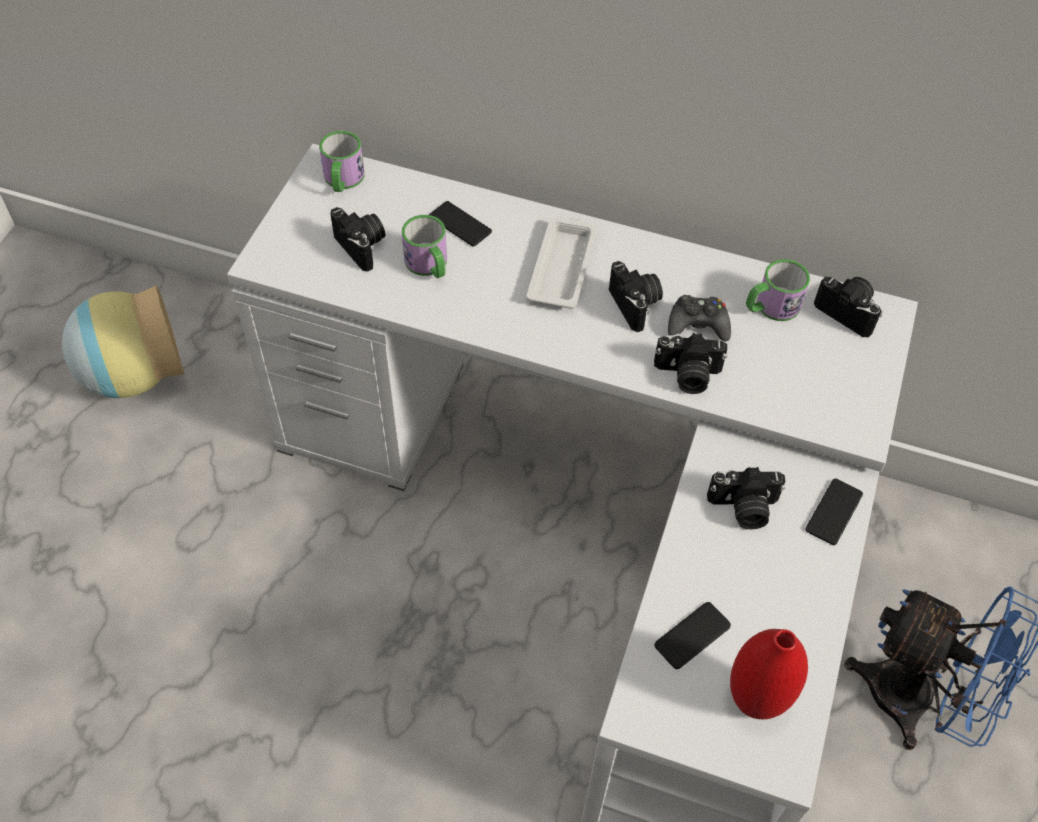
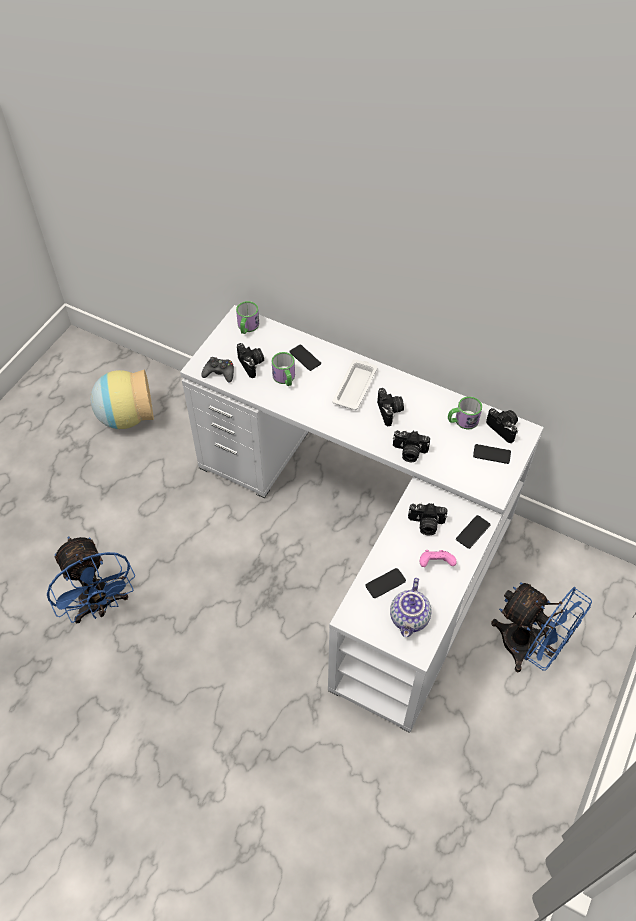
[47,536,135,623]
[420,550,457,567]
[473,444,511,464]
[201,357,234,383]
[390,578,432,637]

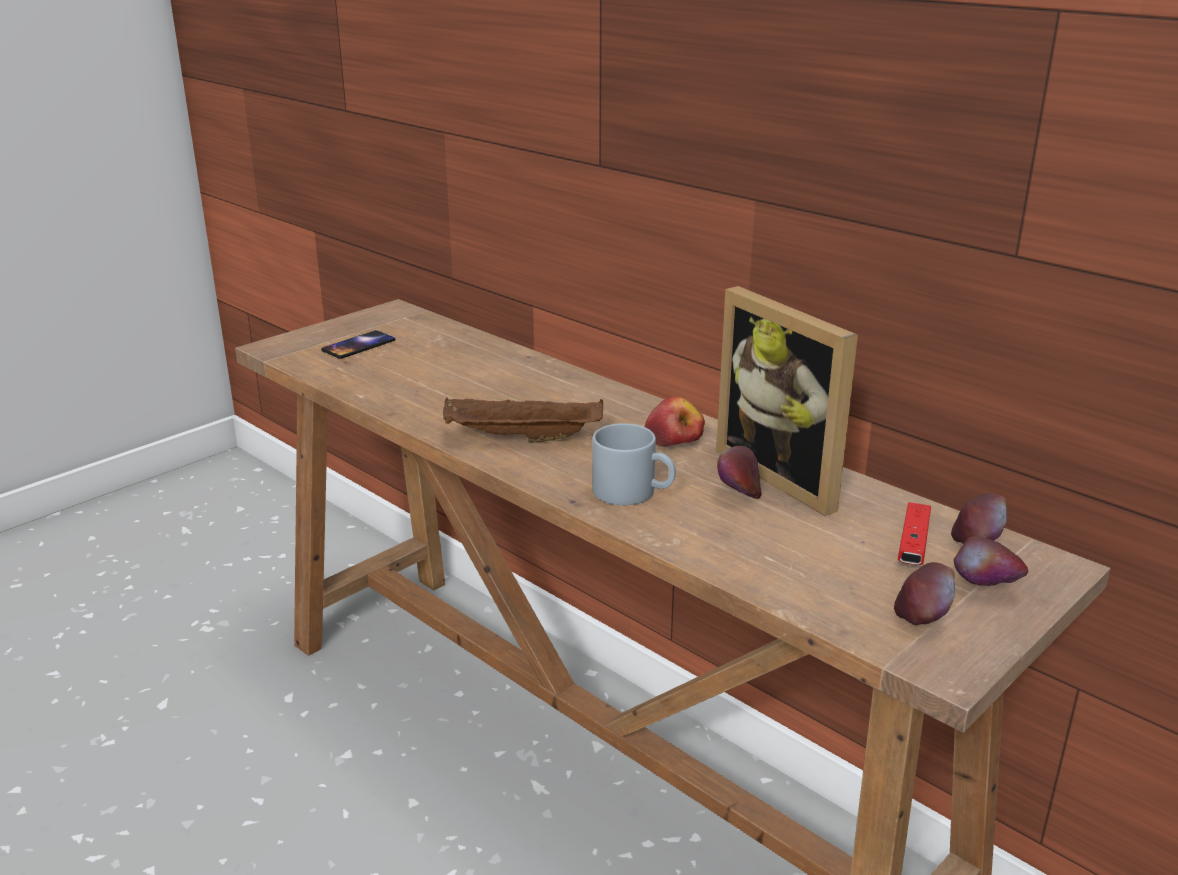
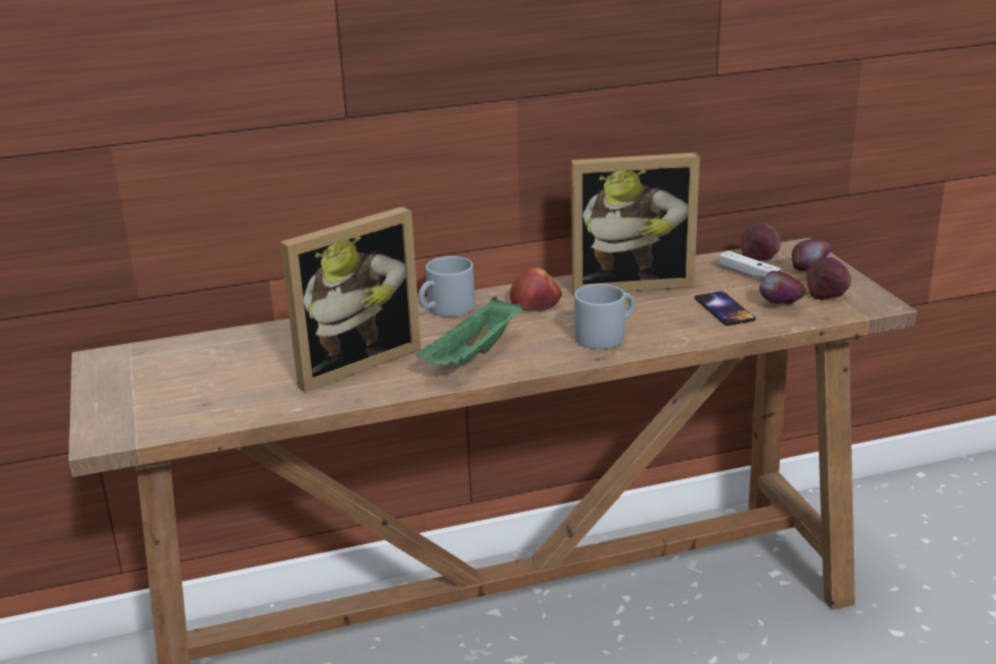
[280,206,421,393]
[418,256,475,317]
[694,291,756,326]
[759,271,806,304]
[416,297,523,366]
[718,251,781,279]

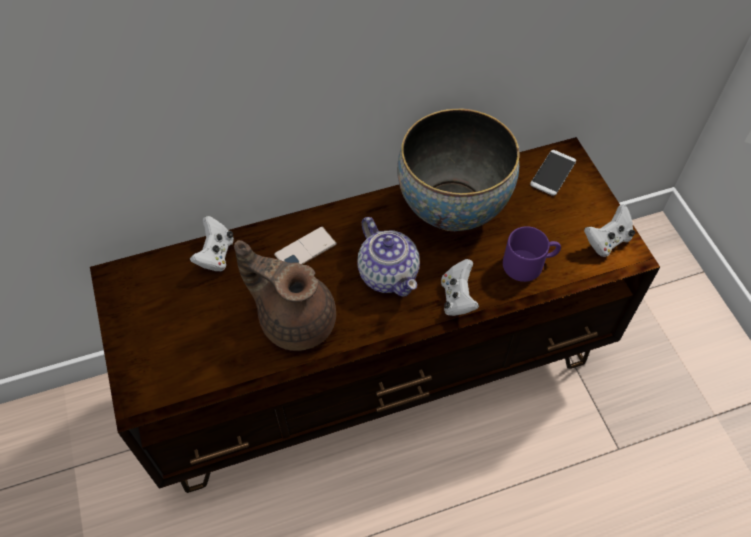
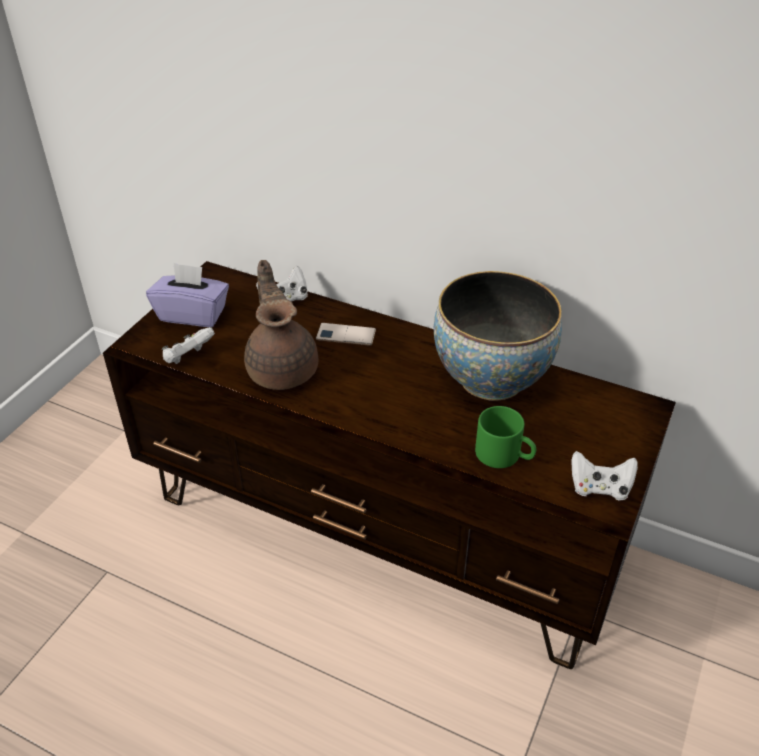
[357,217,420,297] (first image)
[530,150,576,196] (first image)
[146,263,229,327]
[162,327,215,364]
[475,406,536,468]

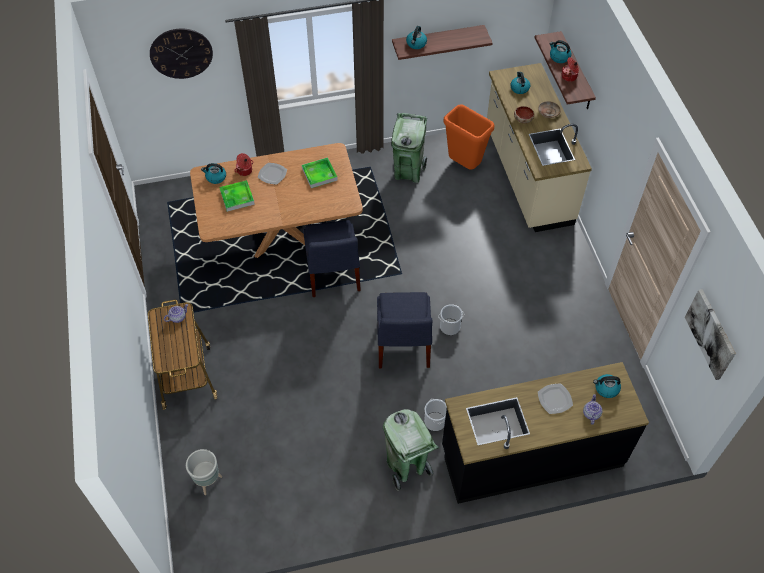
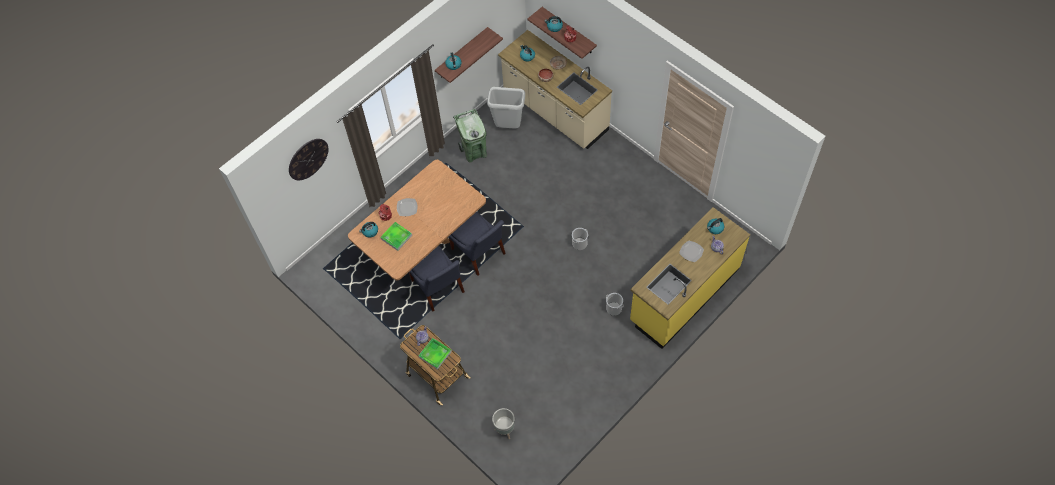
[383,409,439,491] (first image)
[685,289,736,380] (first image)
[418,338,452,370]
[409,246,465,311]
[630,207,750,349]
[487,87,525,129]

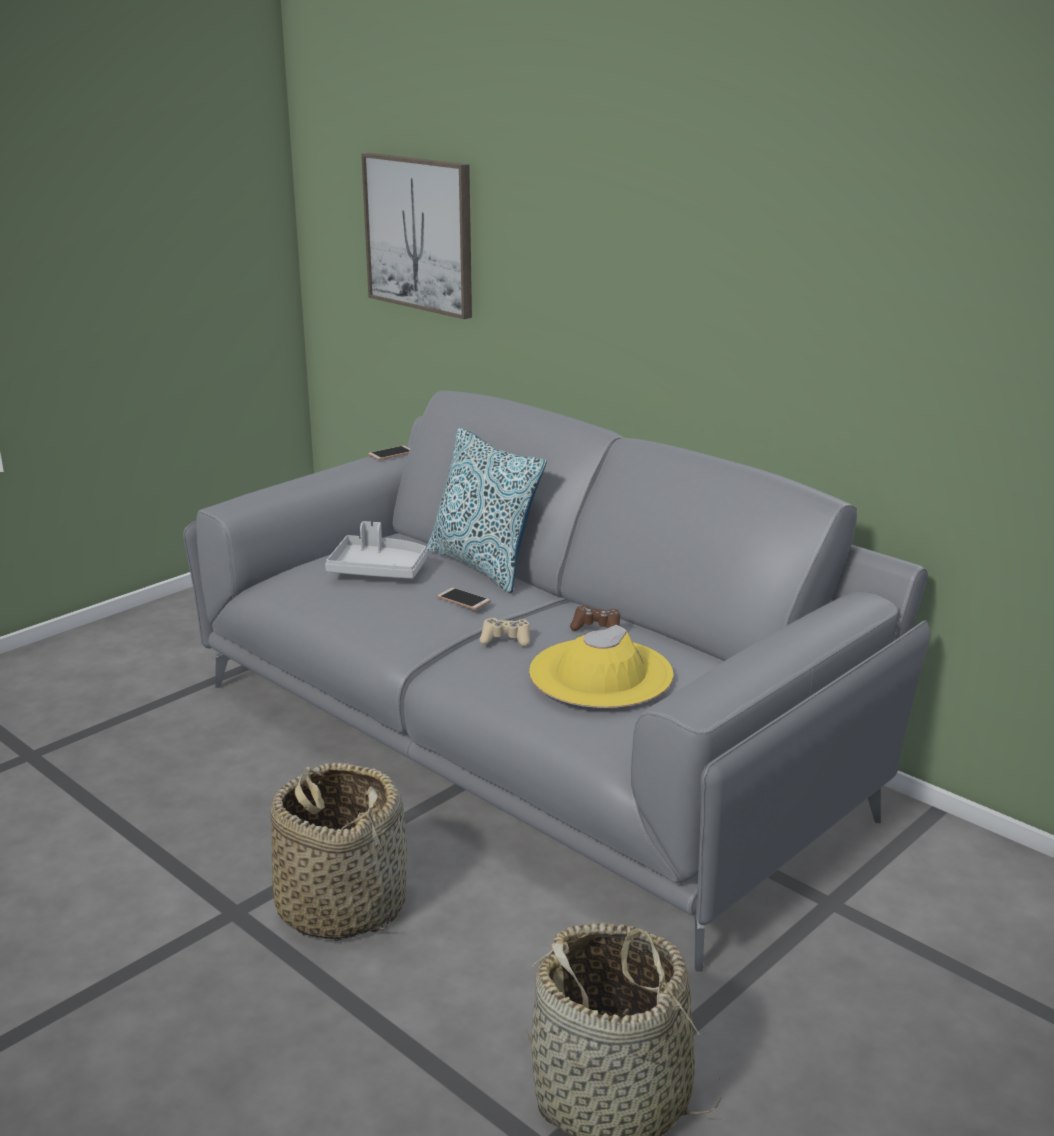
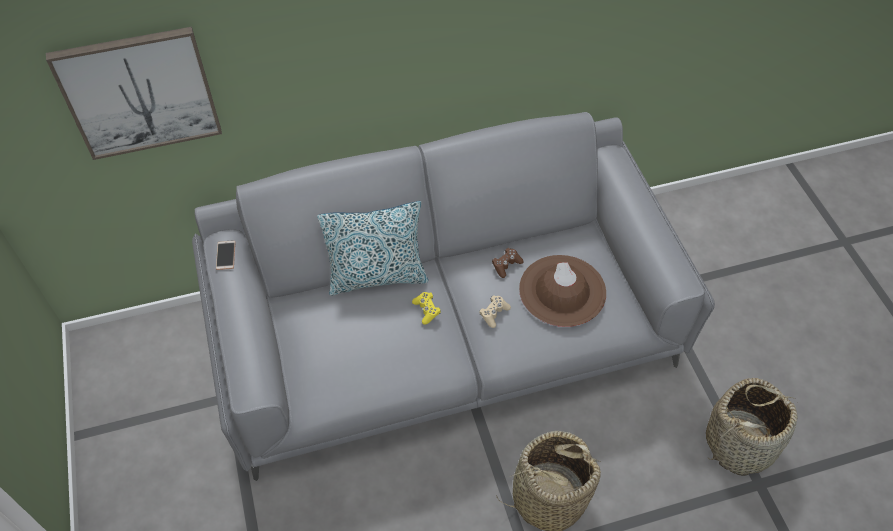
[325,521,428,579] (first image)
[412,292,441,325]
[519,255,606,327]

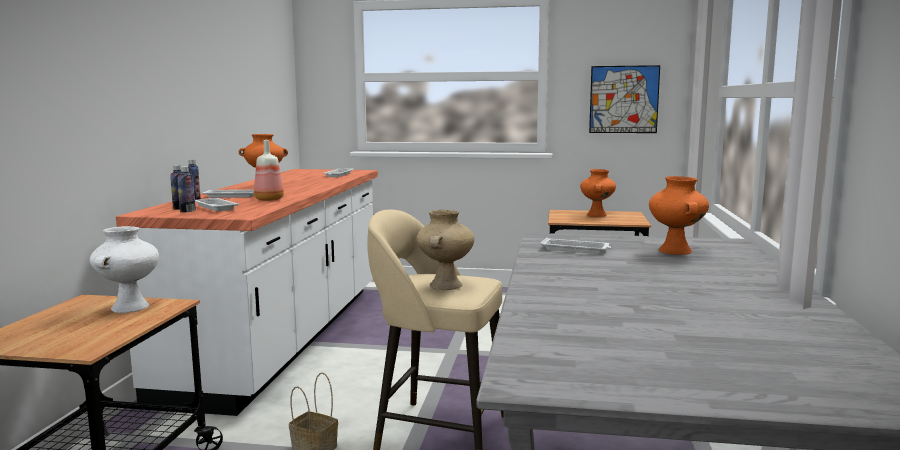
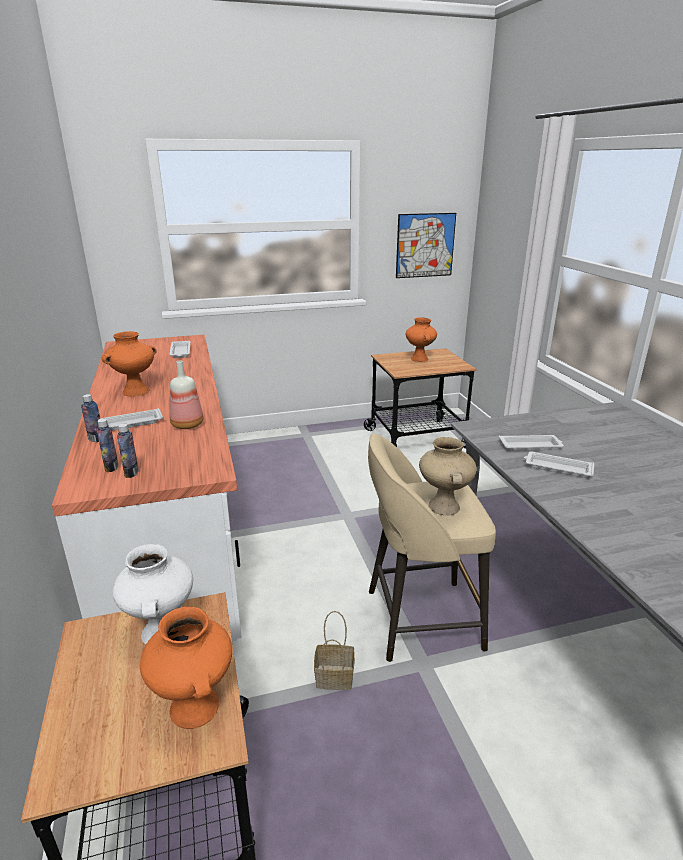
[524,451,595,478]
[140,607,232,729]

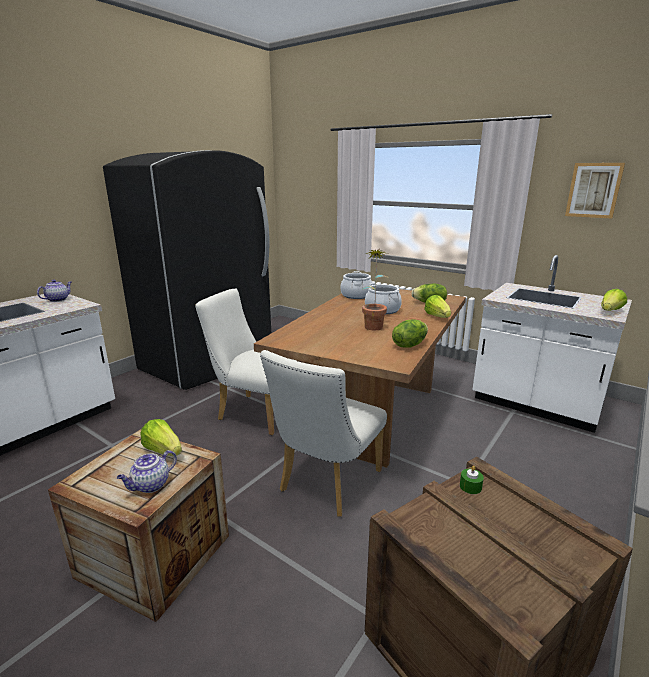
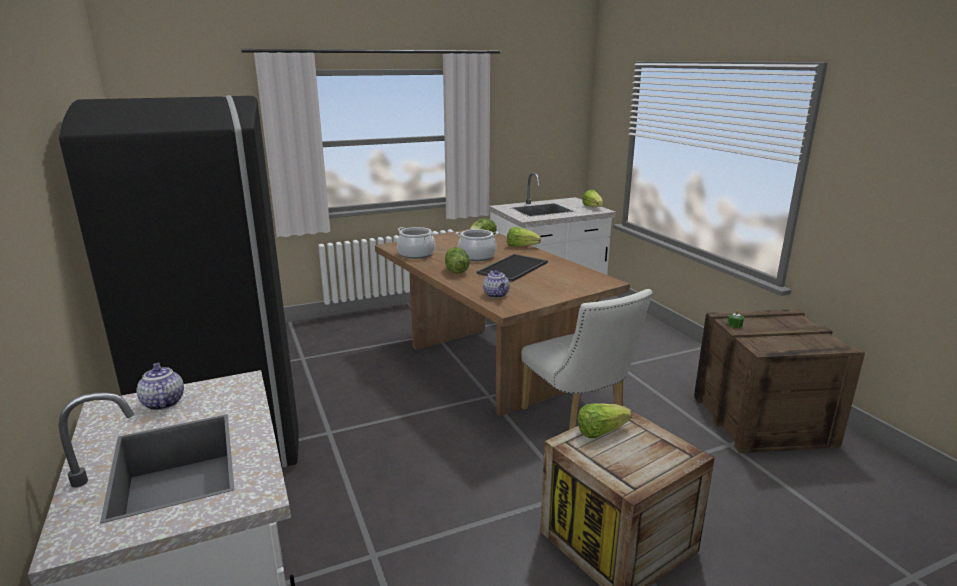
[195,289,297,435] (first image)
[565,163,625,219] (first image)
[483,270,510,298]
[445,247,470,274]
[477,254,548,282]

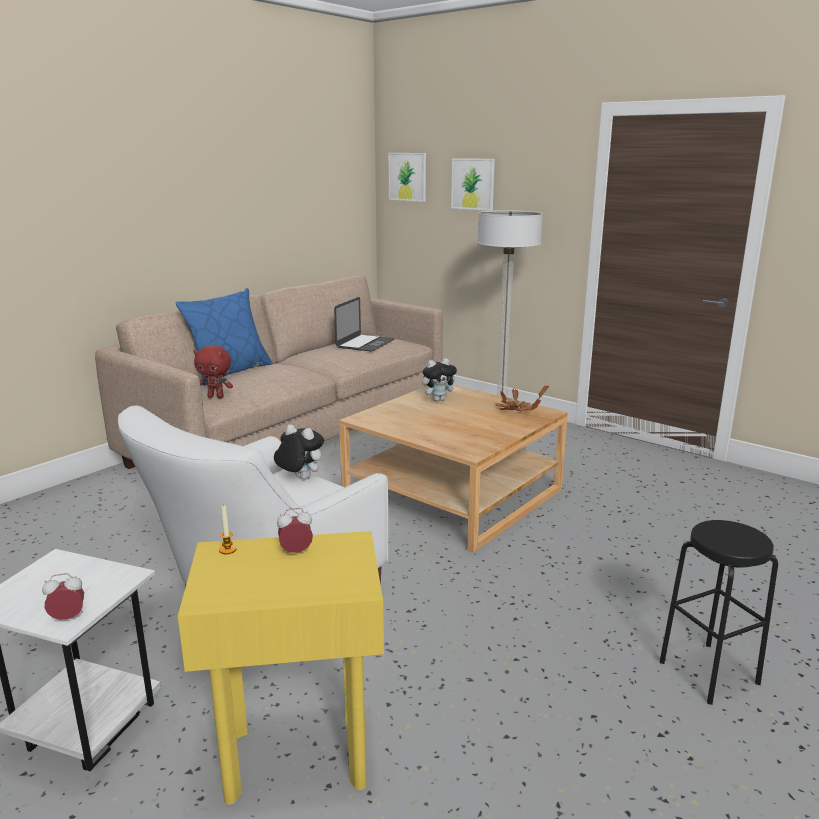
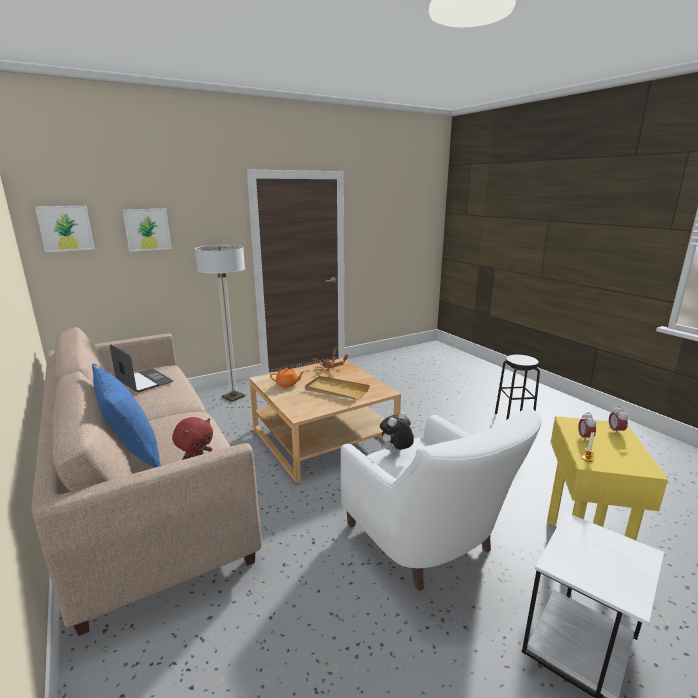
[305,376,370,400]
[609,406,628,435]
[270,368,305,387]

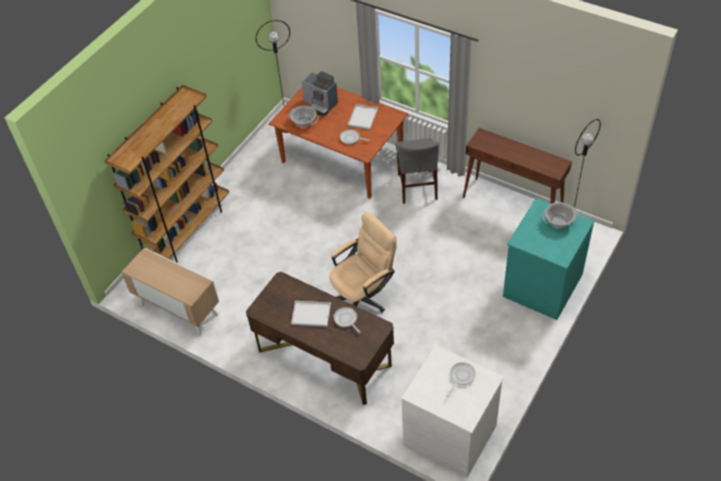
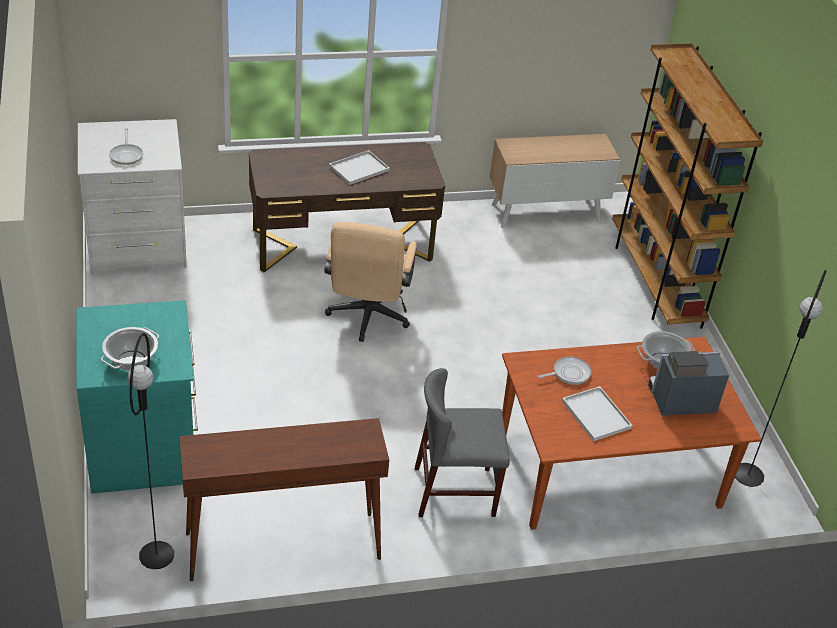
[333,307,360,333] (first image)
[415,368,510,517]

